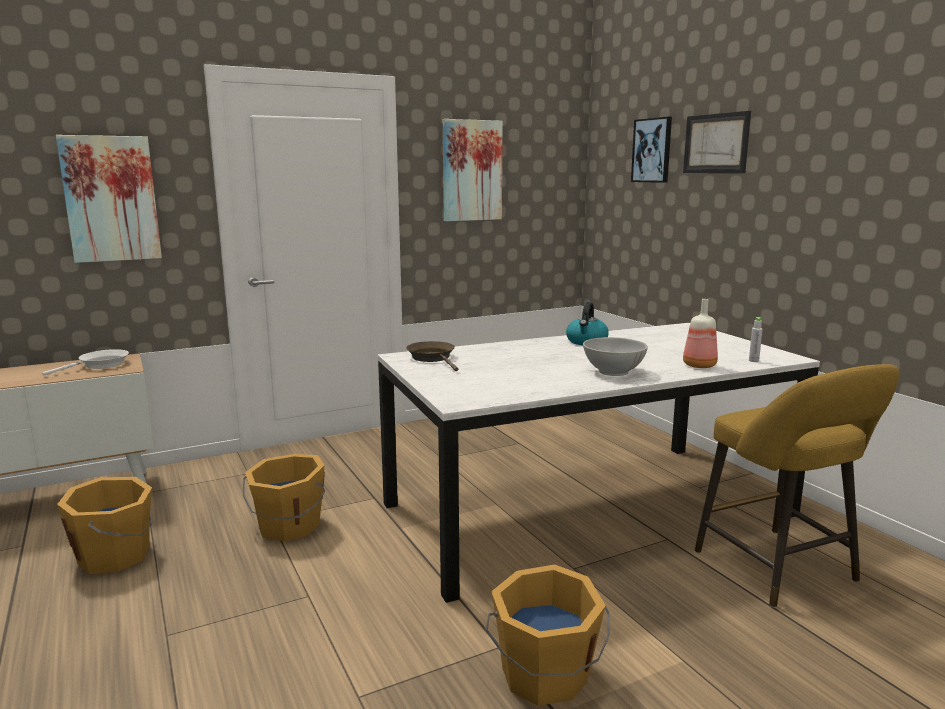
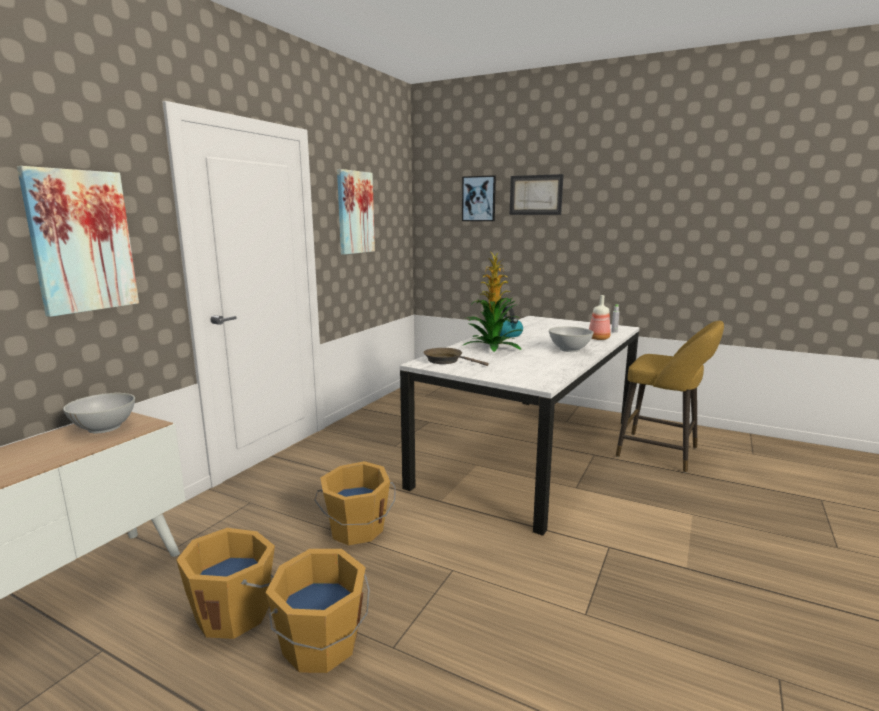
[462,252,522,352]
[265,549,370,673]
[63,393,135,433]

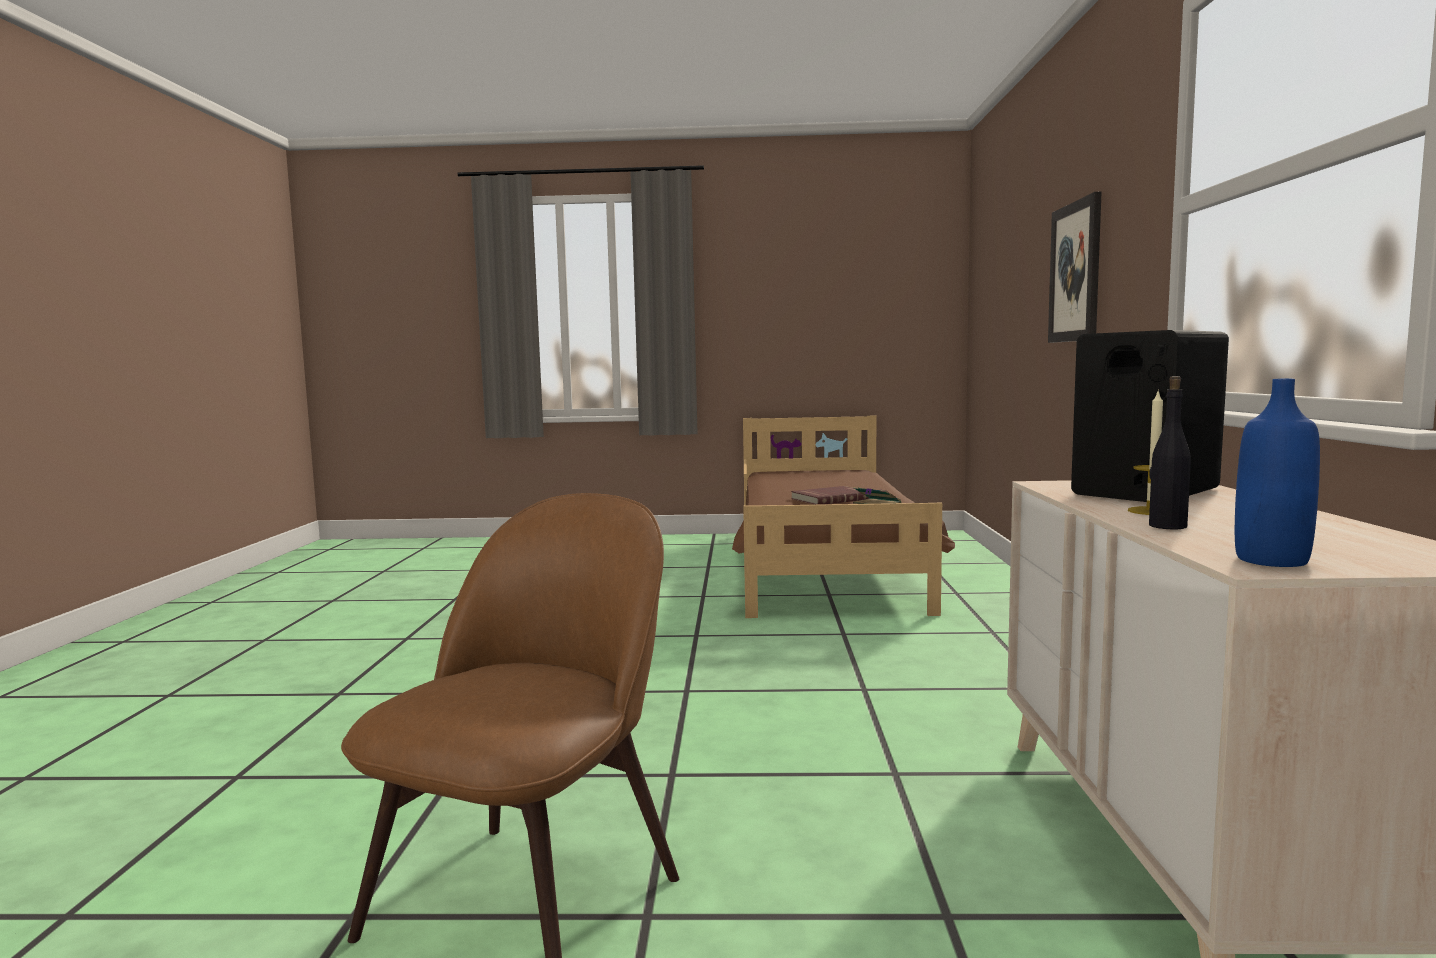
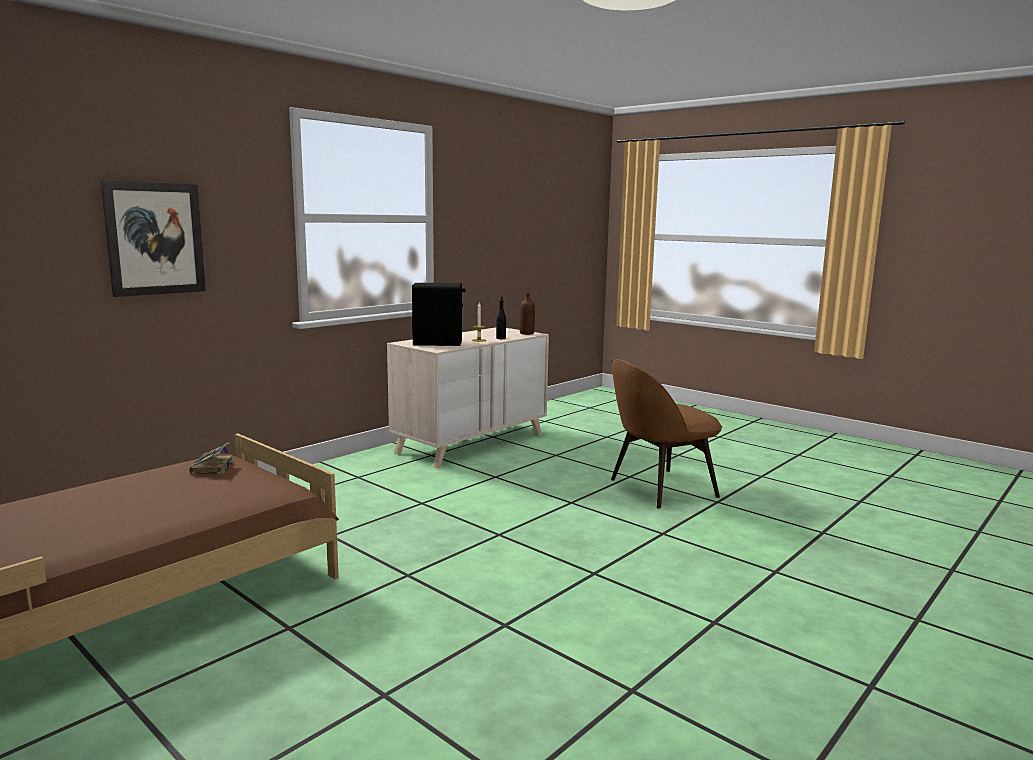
[791,486,868,505] (first image)
[519,293,535,335]

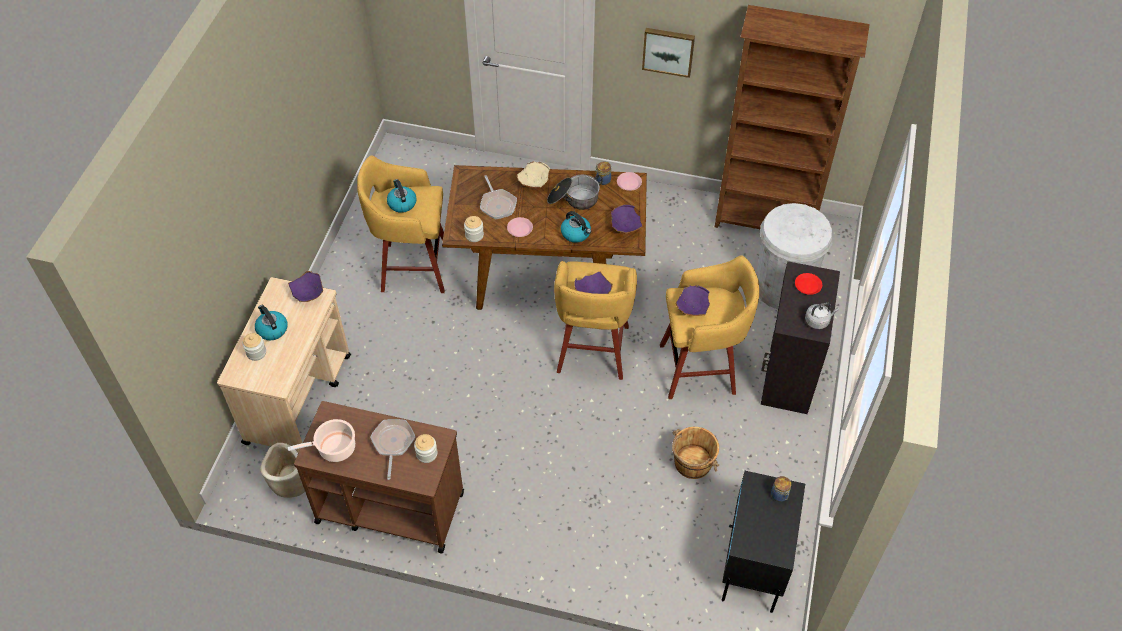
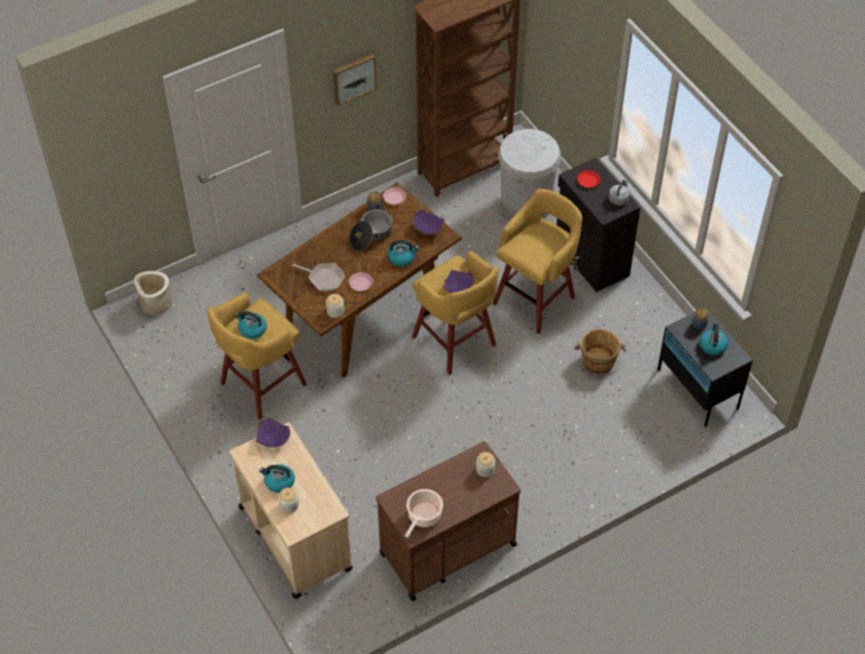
[370,419,415,480] (first image)
[517,161,550,188] (first image)
[676,285,710,316] (first image)
[700,322,728,355]
[133,271,172,316]

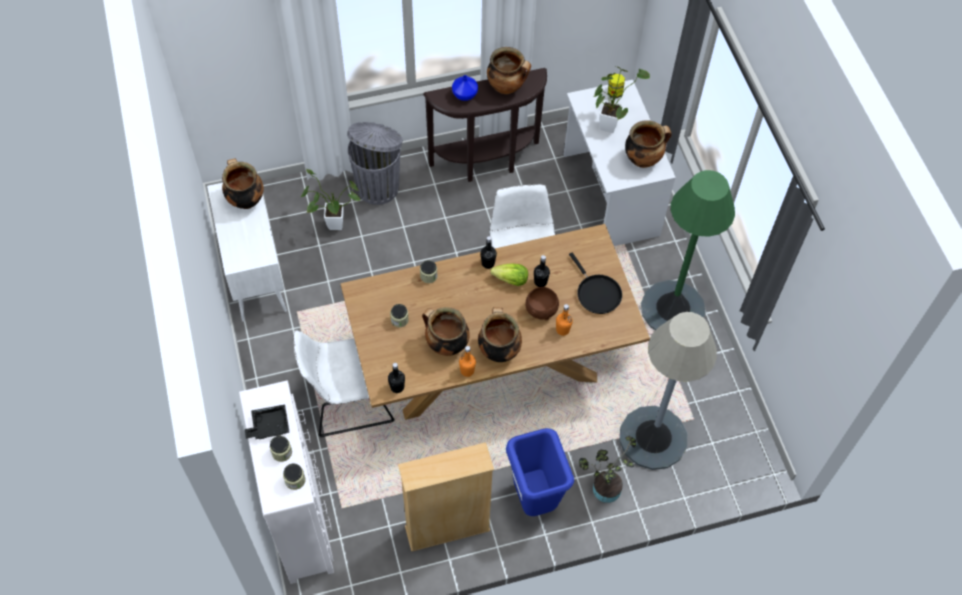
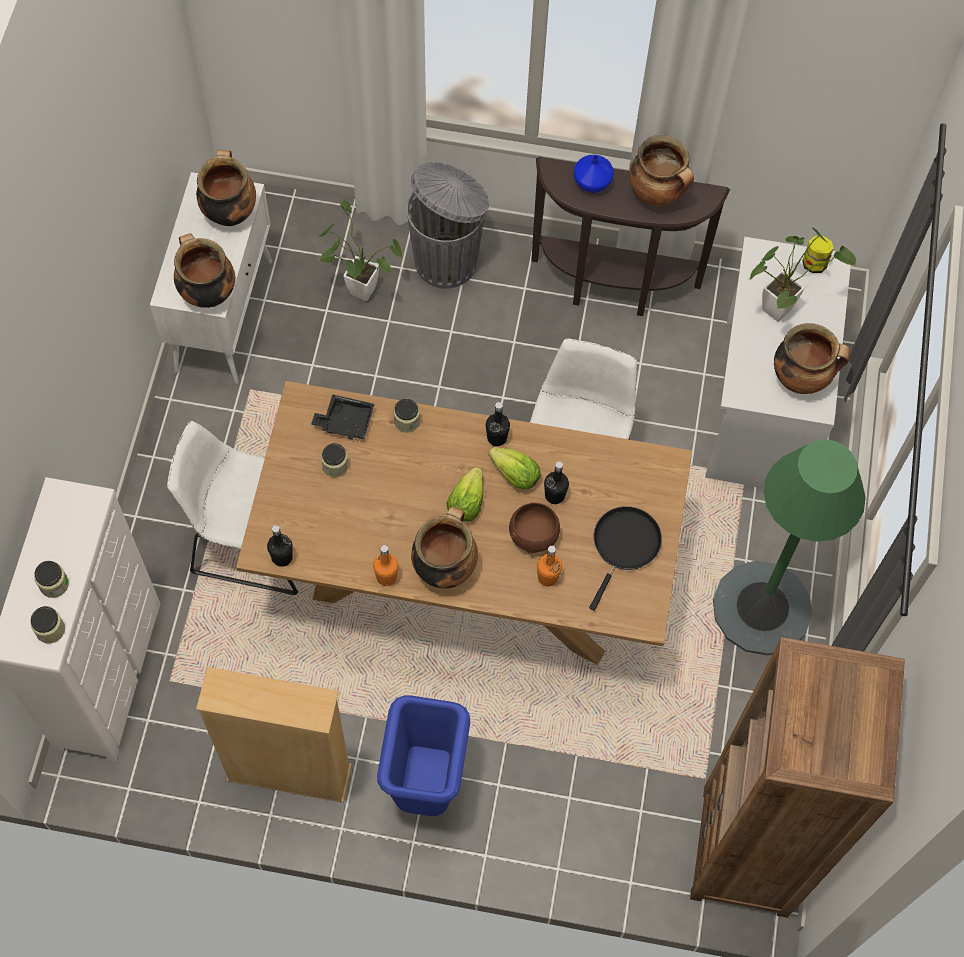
[579,436,637,503] (first image)
[619,312,717,470] (first image)
[446,467,483,522]
[690,637,905,918]
[311,394,375,440]
[174,233,235,308]
[589,506,662,611]

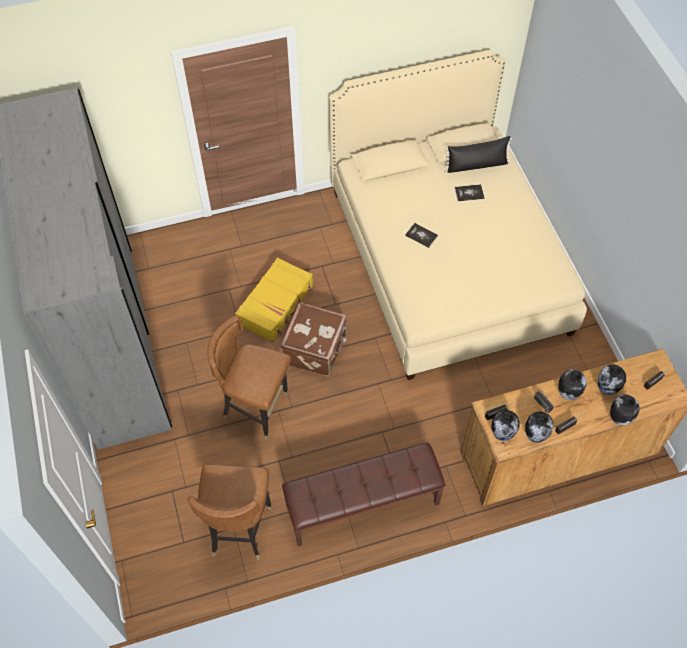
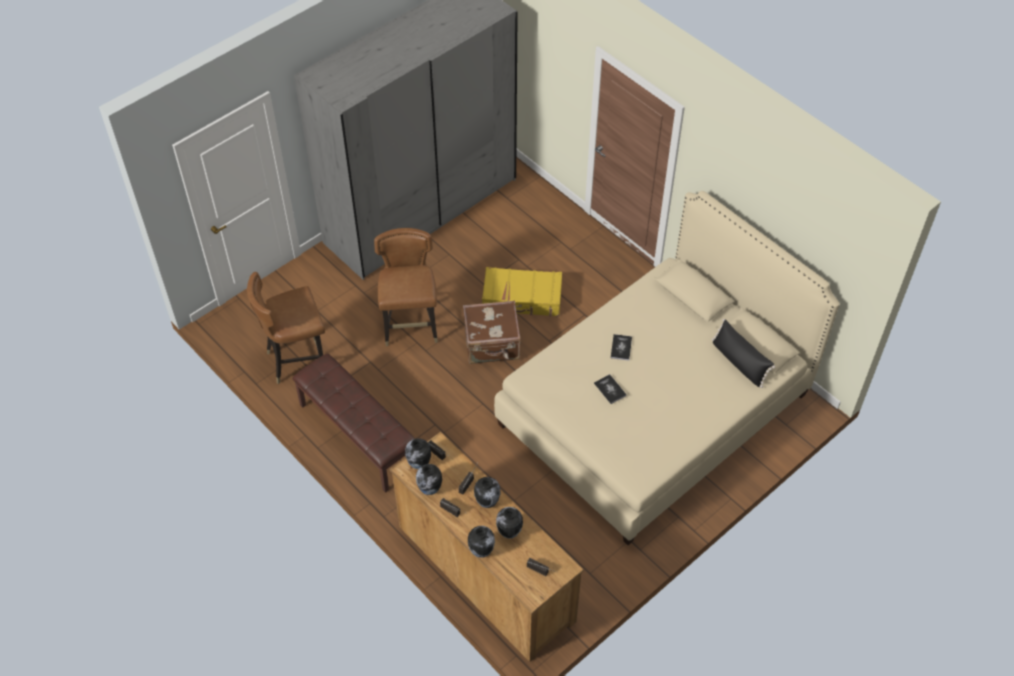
[594,374,627,404]

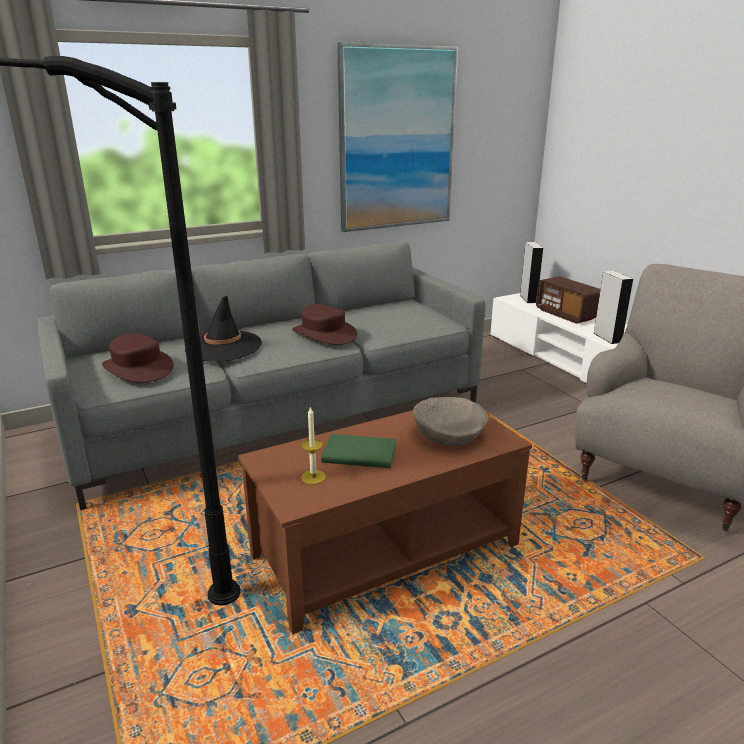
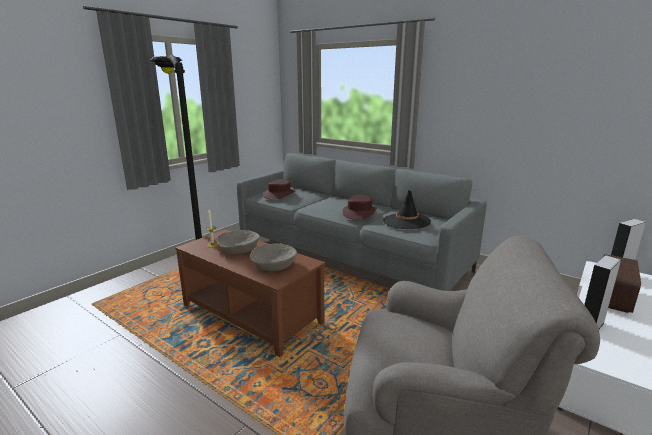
[337,42,458,232] (first image)
[383,190,431,229]
[217,230,260,254]

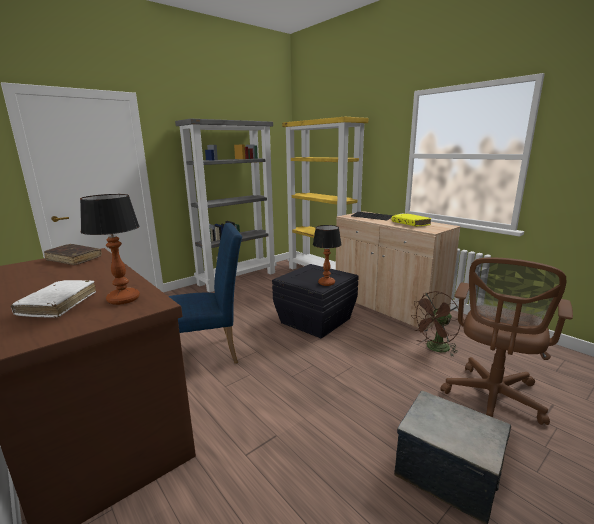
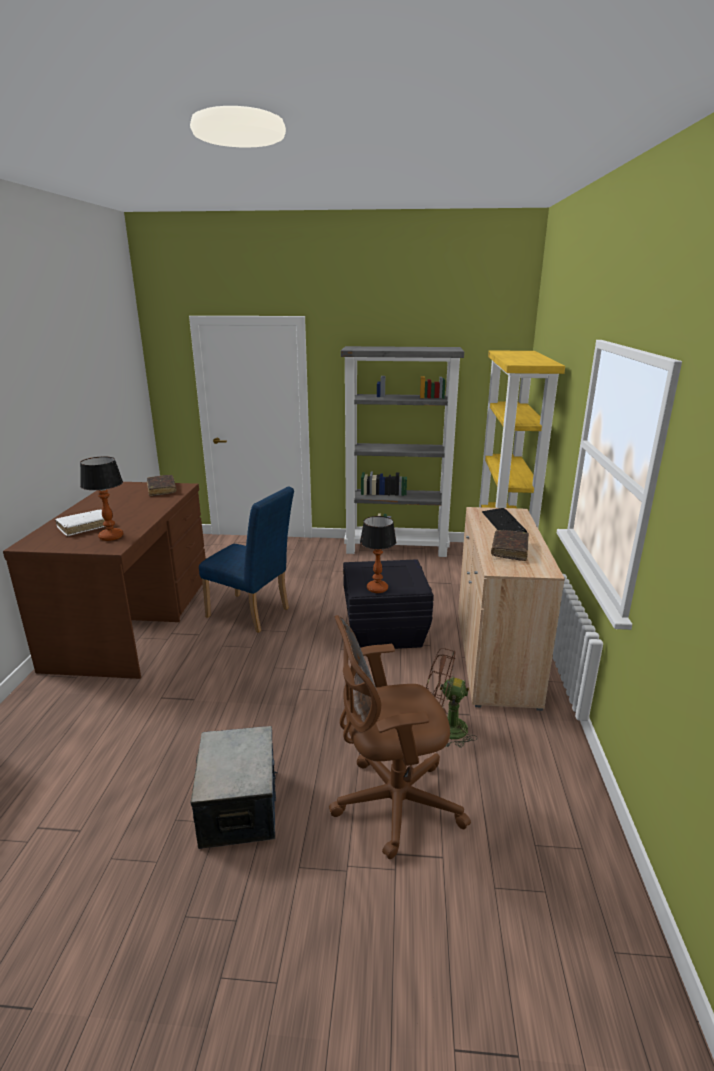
[491,530,529,561]

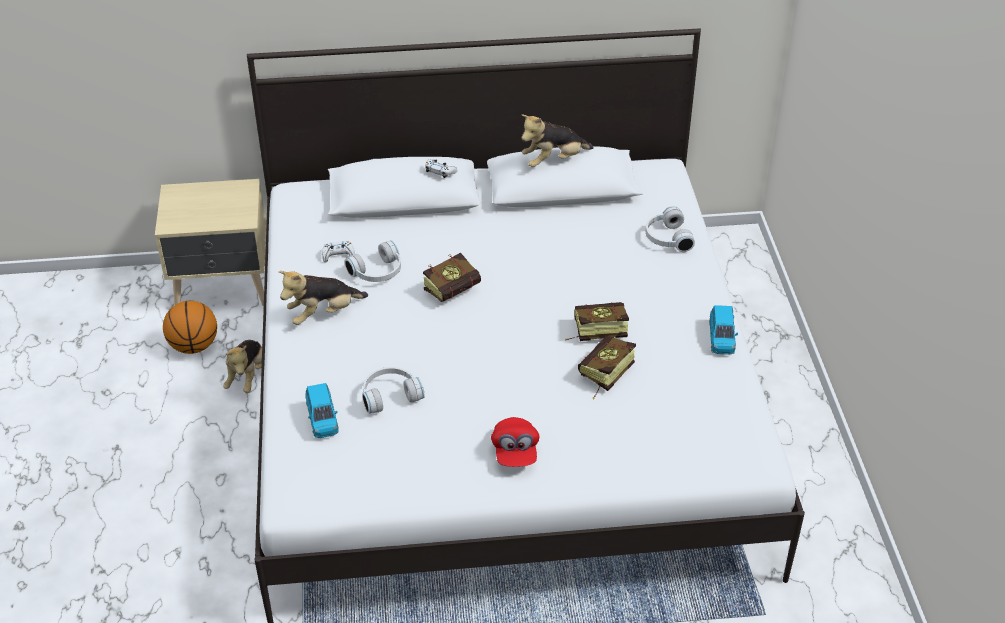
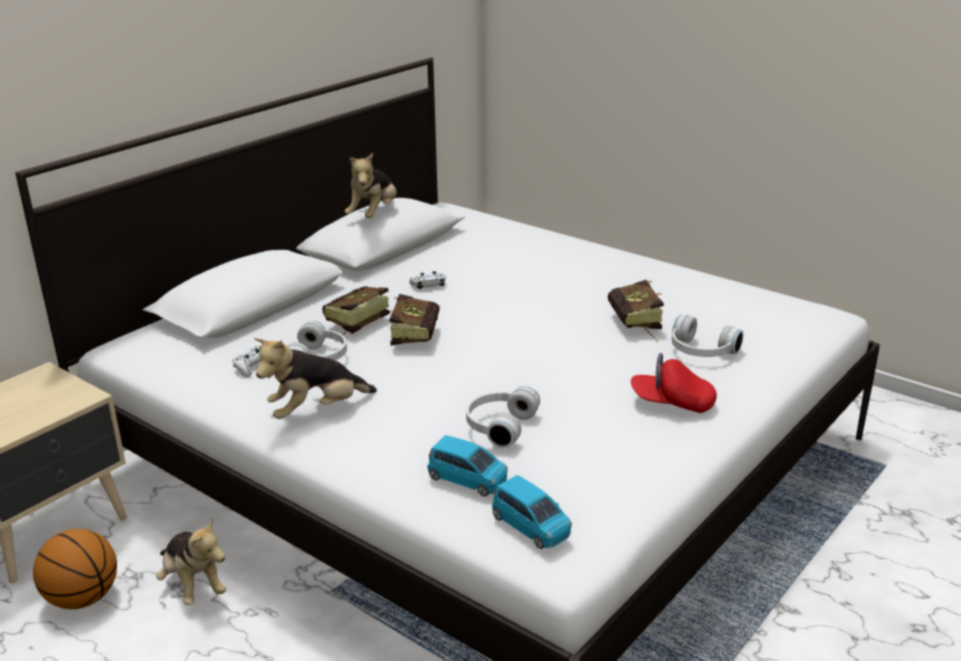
[409,271,446,289]
[322,286,390,342]
[672,315,743,357]
[492,475,572,549]
[254,338,377,419]
[631,353,717,413]

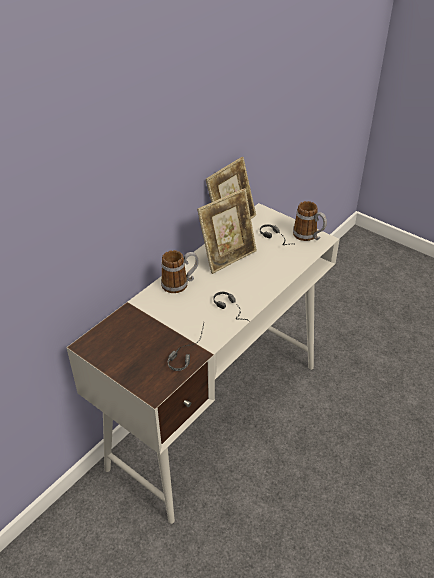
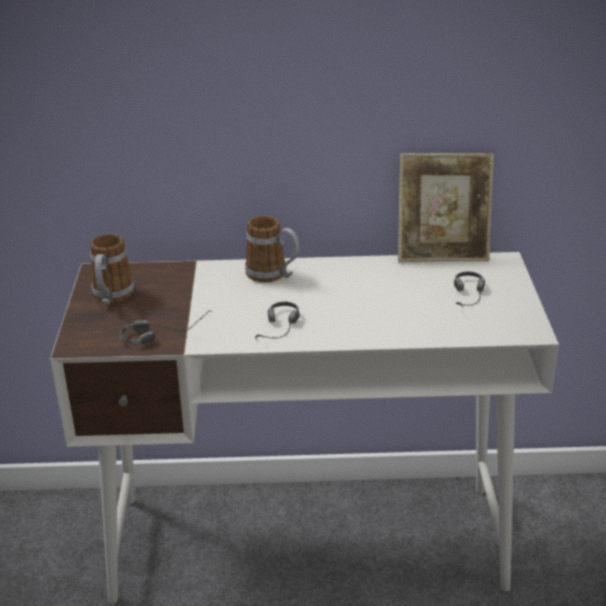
[197,188,257,274] (first image)
[90,234,134,304]

